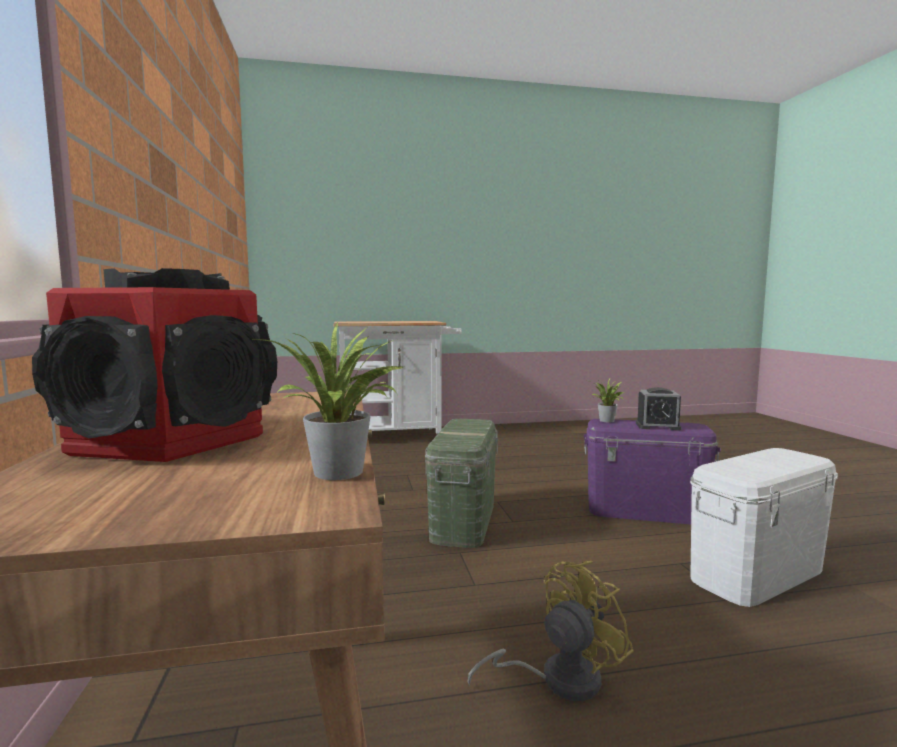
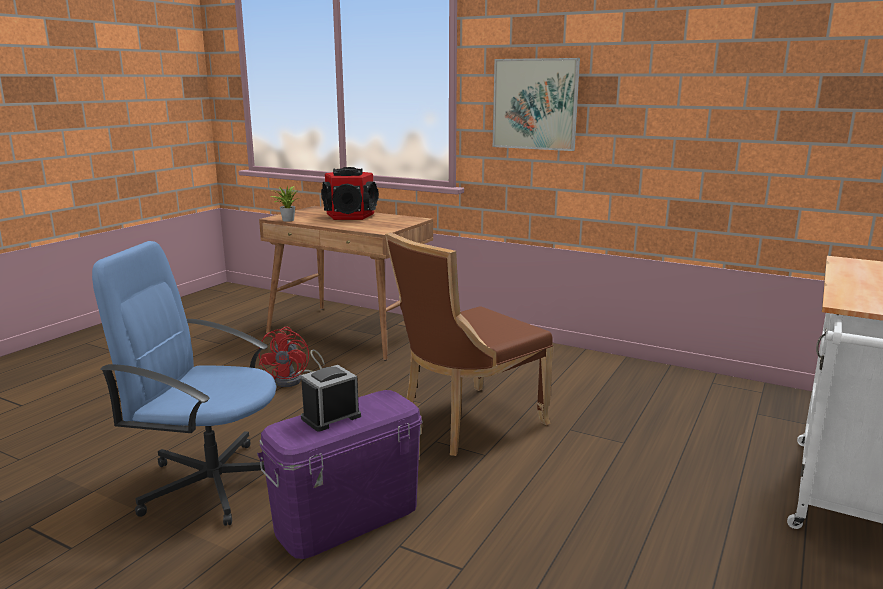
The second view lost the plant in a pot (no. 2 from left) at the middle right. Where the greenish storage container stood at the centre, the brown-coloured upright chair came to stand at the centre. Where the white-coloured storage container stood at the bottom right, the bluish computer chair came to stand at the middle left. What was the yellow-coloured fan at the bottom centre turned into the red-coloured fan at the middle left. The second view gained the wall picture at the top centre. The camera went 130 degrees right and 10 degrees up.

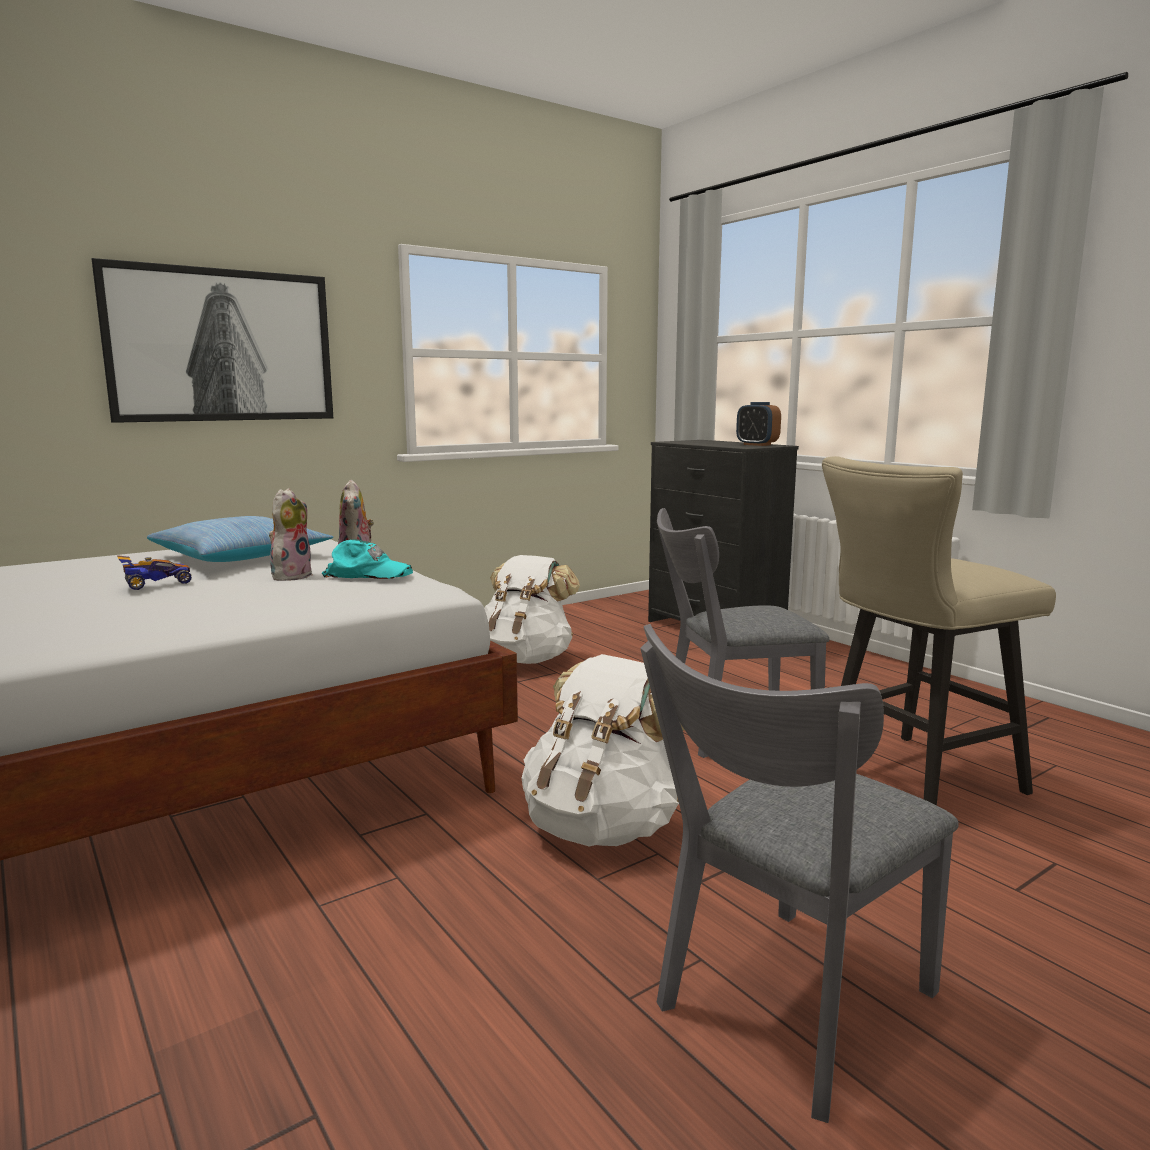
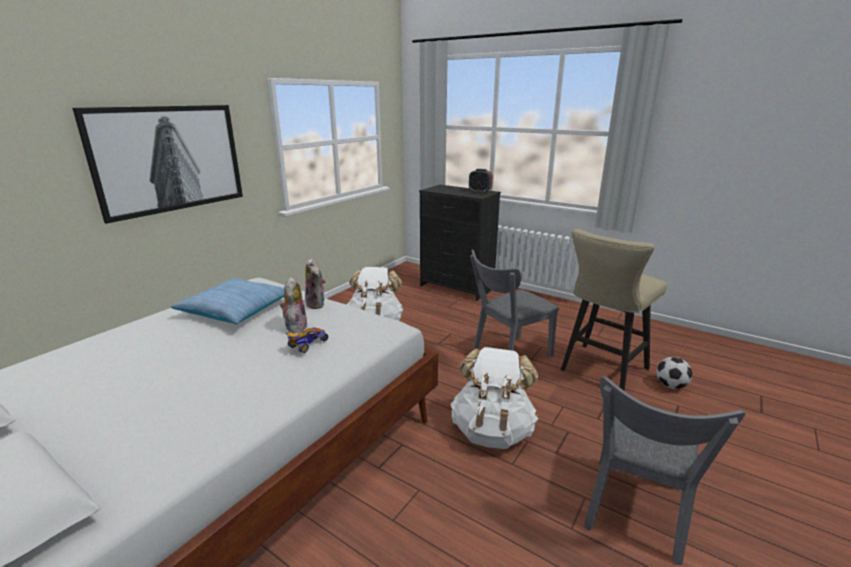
The second view lost the turquoise-coloured peaked cap at the middle left. The miniature car ended up elsewhere, having gone from the middle left to the centre. The second view gained the ball for football at the middle right. The camera went 20 degrees left and 10 degrees up.

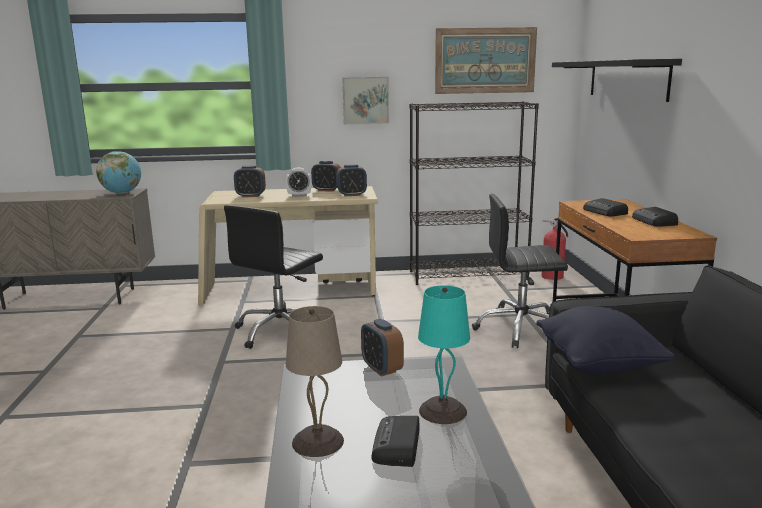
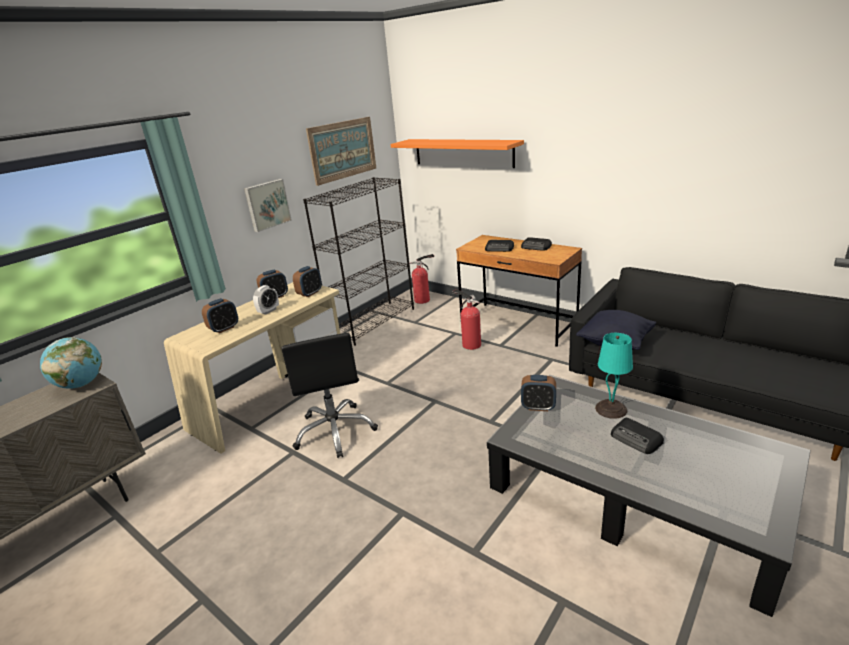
What was the black bracket shelf at the top right turned into the orangey bracket shelf at the top centre. Where the black computer chair (no. 2 from left) stood at the middle right, the fire-fighting cylinder (no. 2 from left) came to stand at the centre. The second view lost the beige lamp for a table at the bottom centre. The camera went 45 degrees left and 10 degrees up.

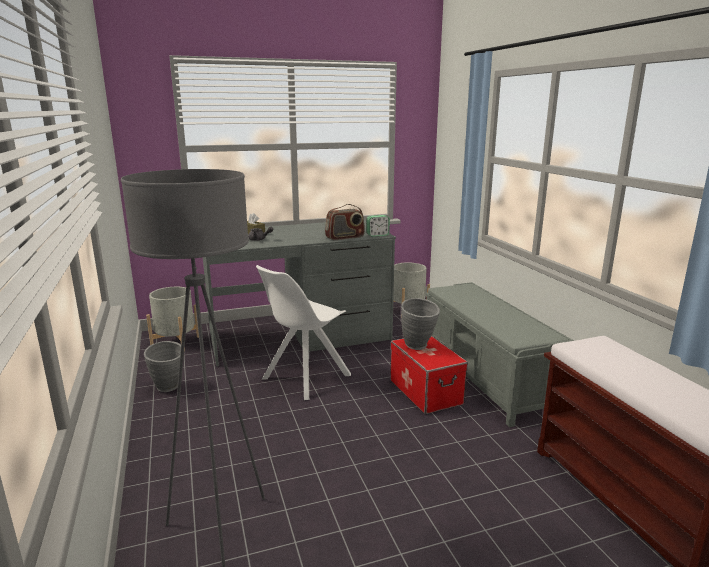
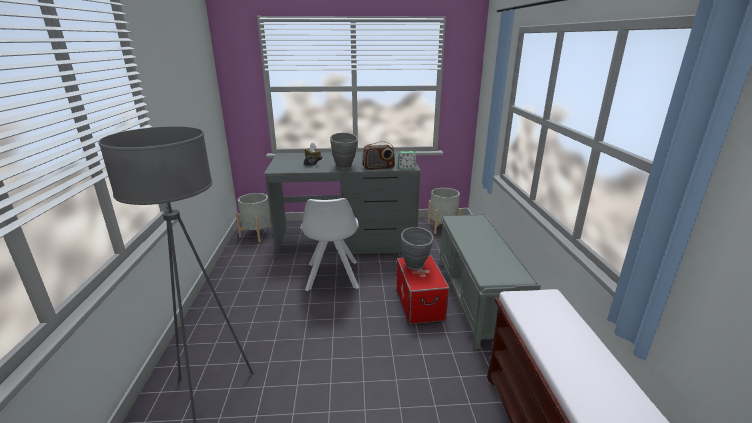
The white-coloured upright chair at the centre ended up facing another way, 60 degrees counterclockwise from before. The gray decorative vase (no. 1 from left) ended up elsewhere, having gone from the middle left to the centre. The camera went 15 degrees right and 5 degrees up.

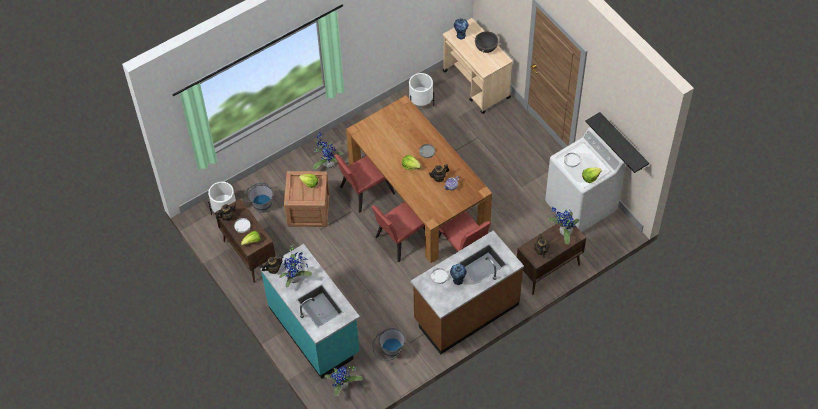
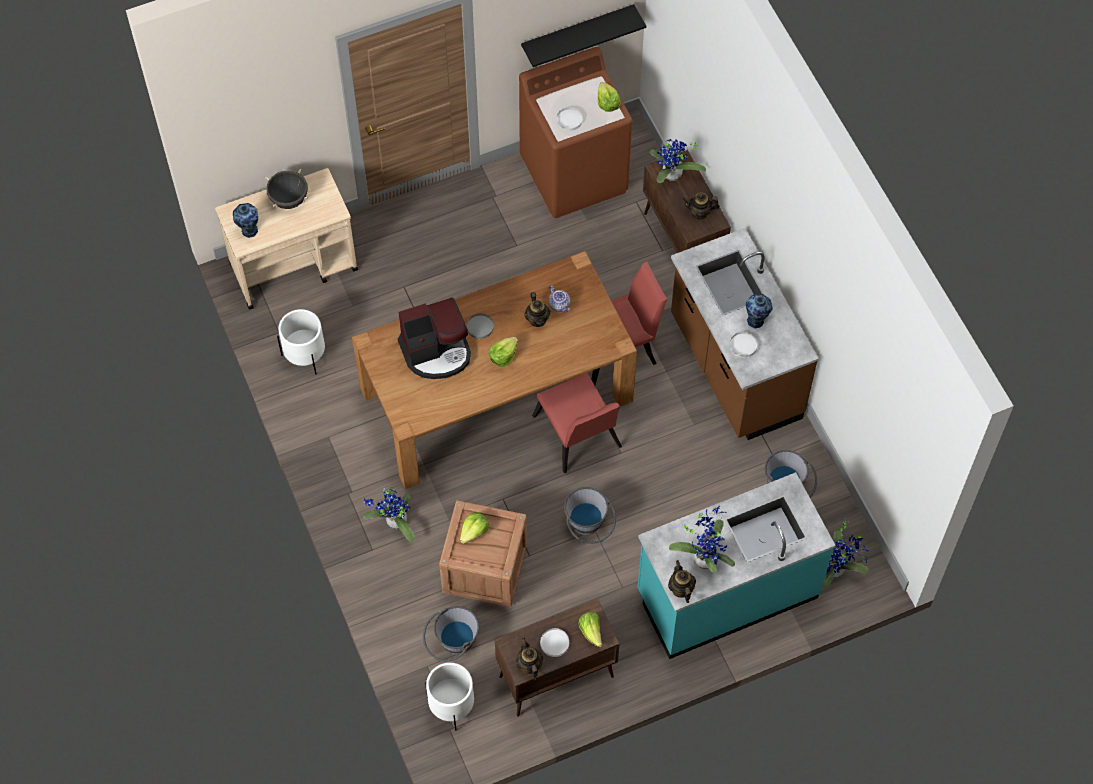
What was the white-coloured washing machine at the middle right turned into the brown-coloured washing machine at the top centre. The second view lost the red-coloured upright chair (no. 1 from left) at the centre. The second view gained the coffee brewer at the centre. The second view gained the gray water bucket (no. 2 from left) at the centre. The camera went 80 degrees left and 5 degrees up.

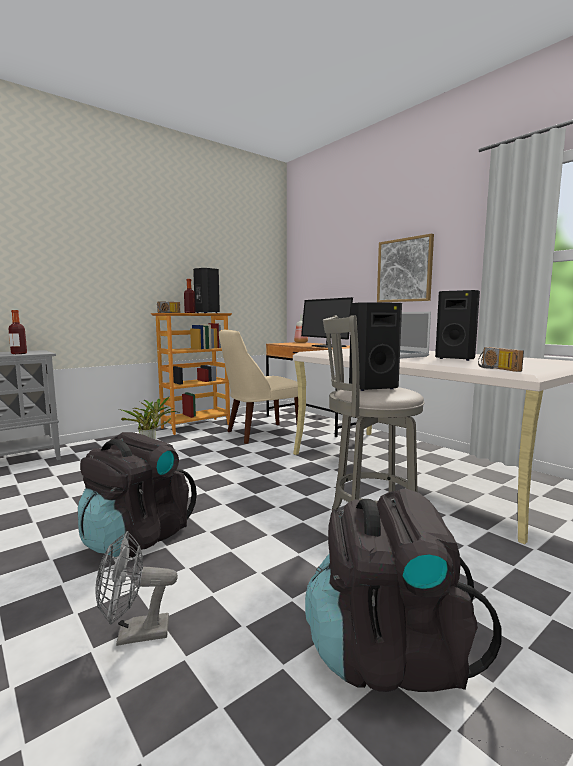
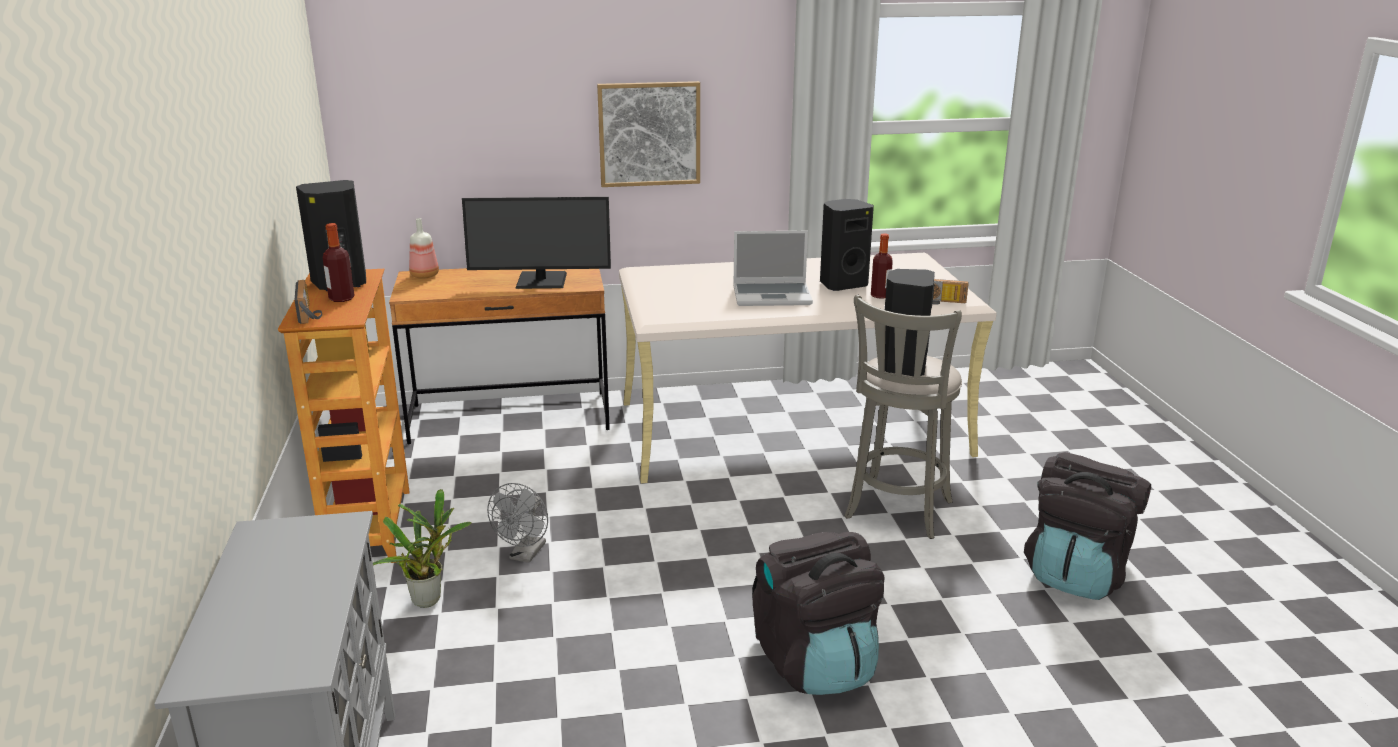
The drink bottle (no. 1 from left in the first image) ended up elsewhere, having gone from the middle left to the centre. The second view lost the beige upright chair at the centre. The gray fan ended up elsewhere, having gone from the bottom left to the bottom centre. The camera went 60 degrees left and 15 degrees up.

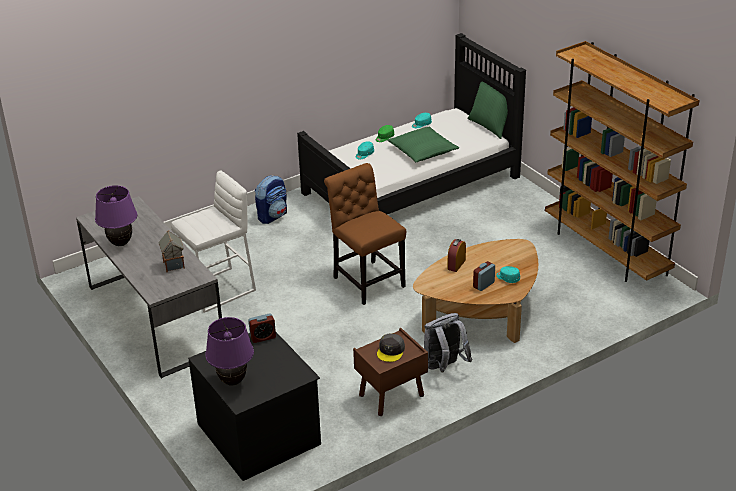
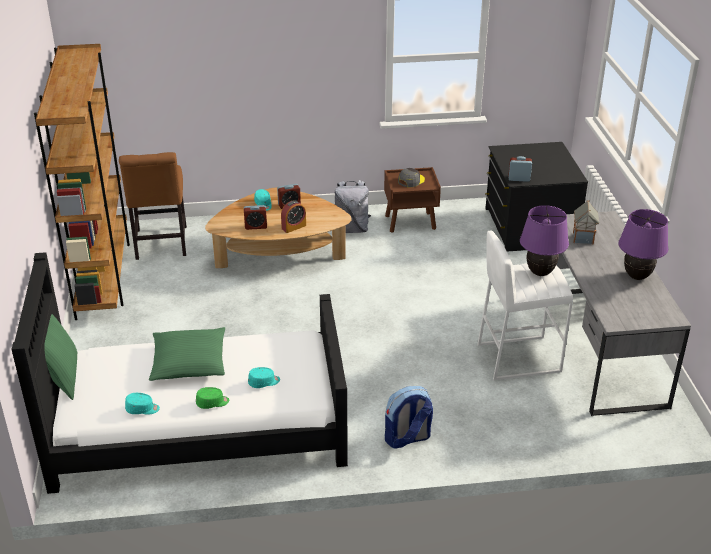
The brown-coloured upright chair ended up elsewhere, having gone from the centre to the middle left. The purplish lamp for a table (no. 2 from left in the first image) ended up elsewhere, having gone from the bottom left to the middle right. The second view gained the alarm clock (no. 1 from left) at the centre. The camera went 155 degrees left and 0 degrees up.

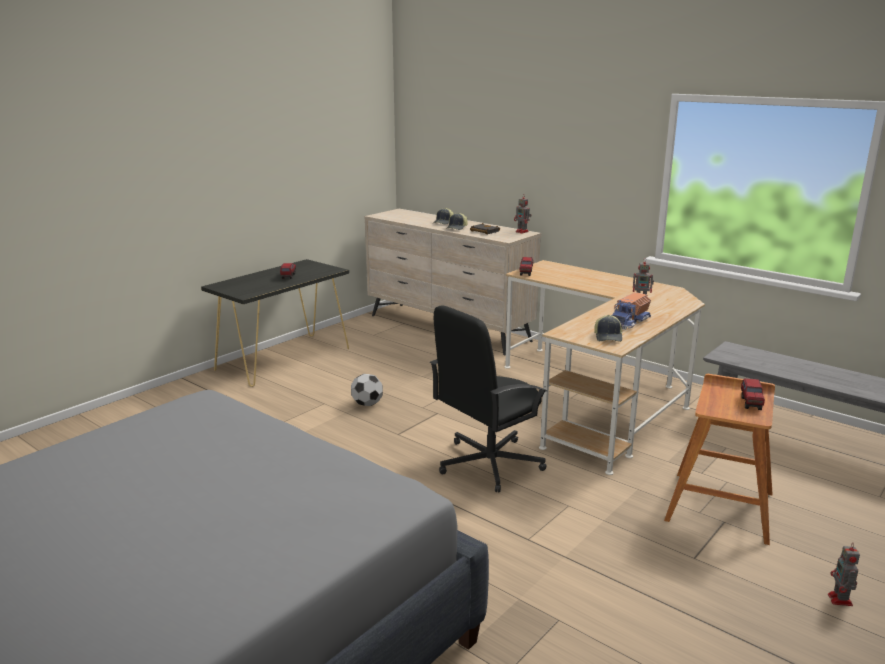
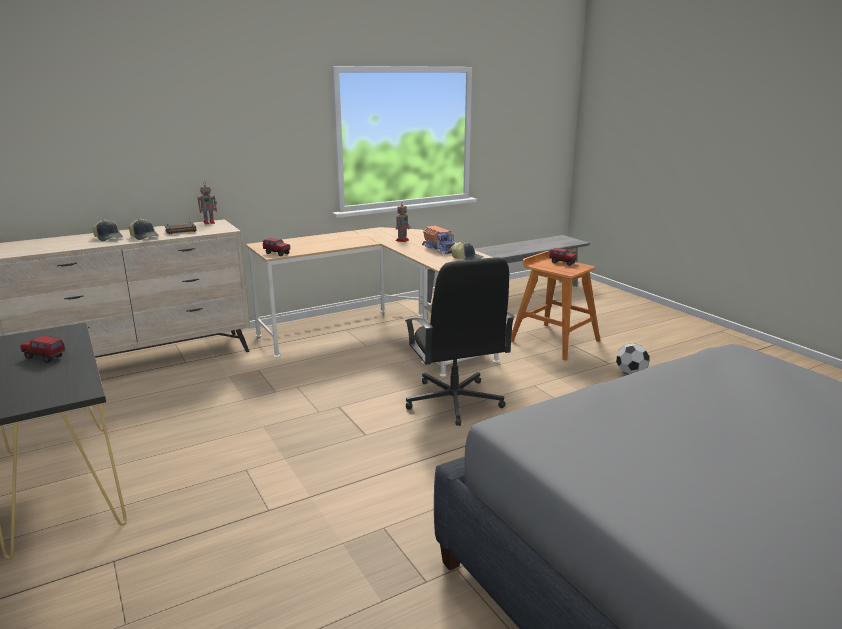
The ball for football ended up elsewhere, having gone from the centre to the middle right. The second view lost the model robot (no. 3 from left) at the bottom right. The camera went 70 degrees left and 0 degrees up.

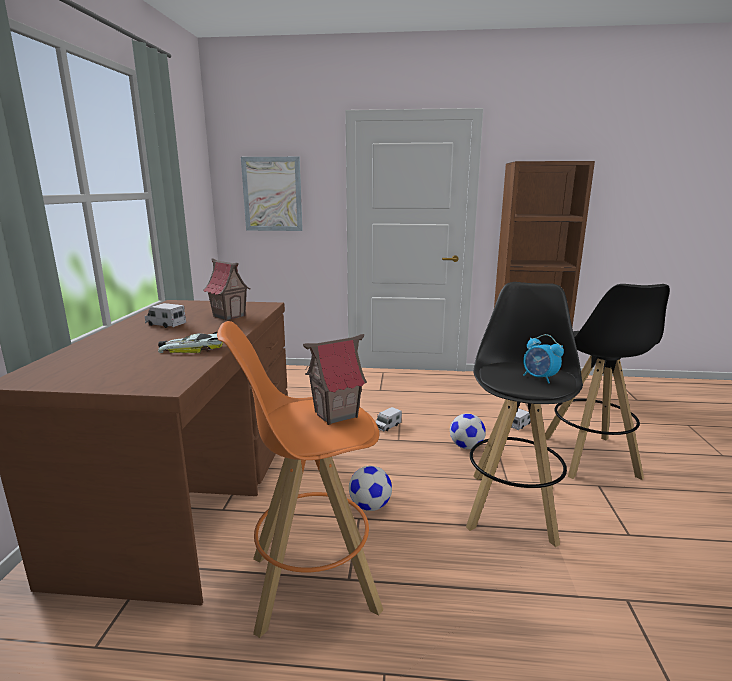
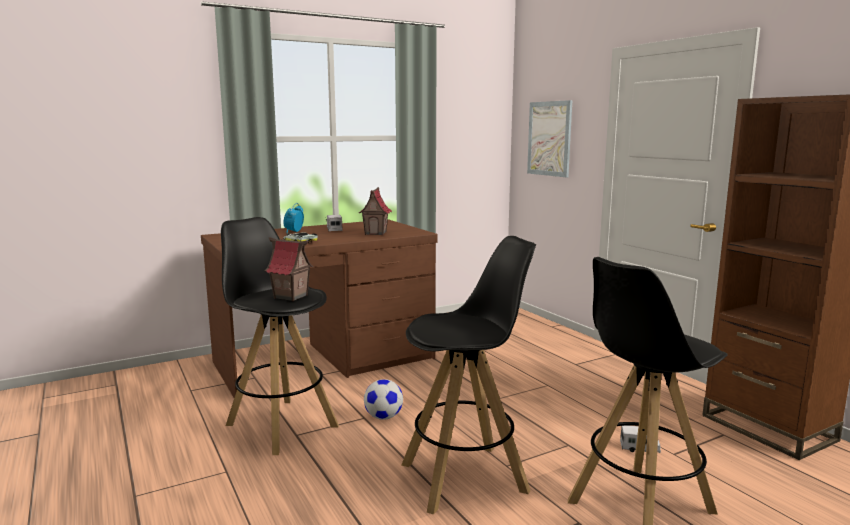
What was the orangey stool seat at the bottom centre turned into the black stool seat (no. 1 from left) at the middle left. The alarm clock ended up elsewhere, having gone from the middle right to the centre. The second view lost the toy truck (no. 2 from left) at the centre. The second view lost the ball for football (no. 2 from left) at the centre. The camera went 55 degrees right and 5 degrees down.

